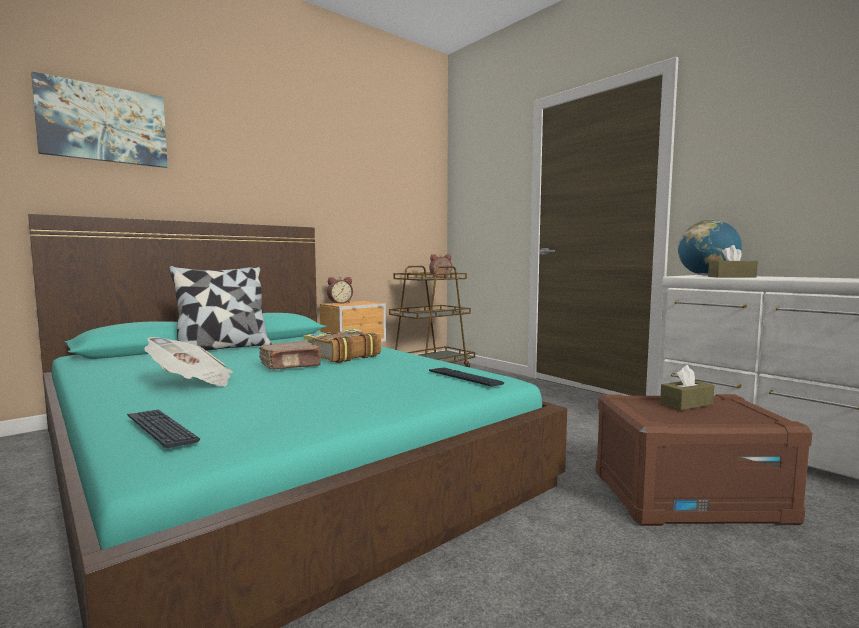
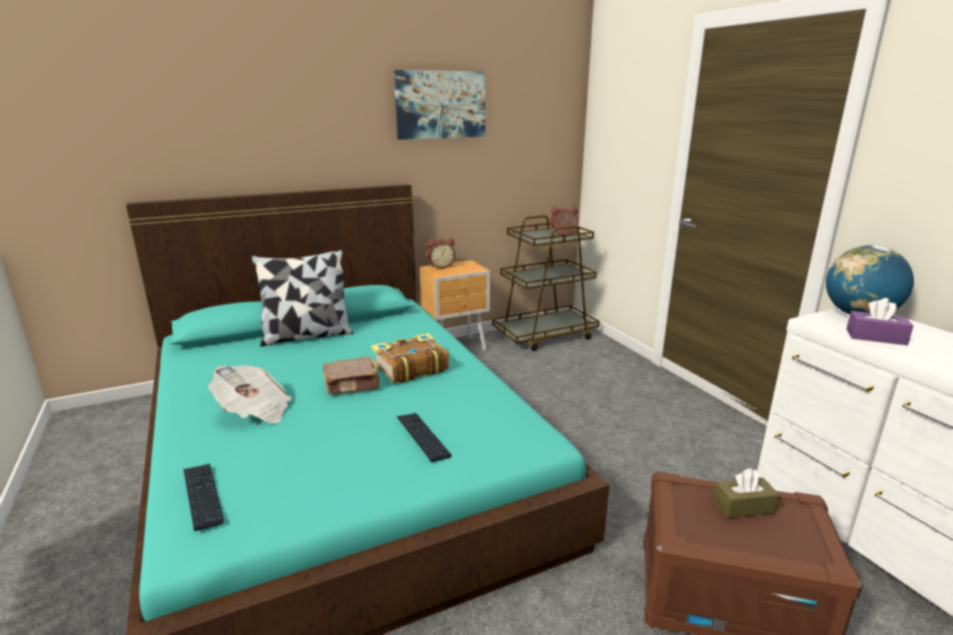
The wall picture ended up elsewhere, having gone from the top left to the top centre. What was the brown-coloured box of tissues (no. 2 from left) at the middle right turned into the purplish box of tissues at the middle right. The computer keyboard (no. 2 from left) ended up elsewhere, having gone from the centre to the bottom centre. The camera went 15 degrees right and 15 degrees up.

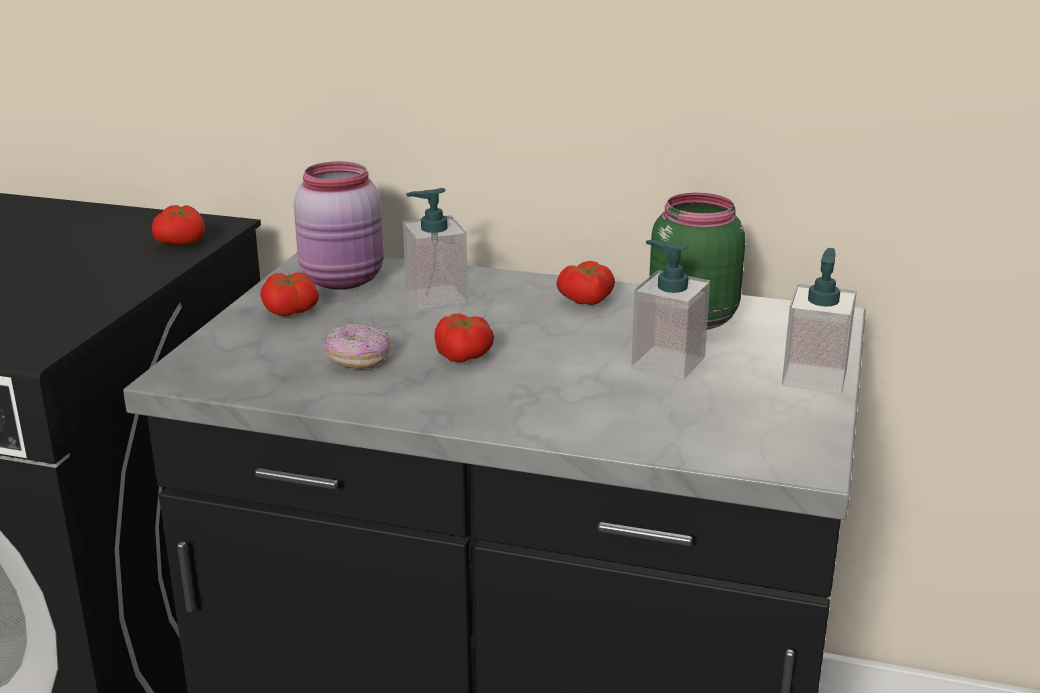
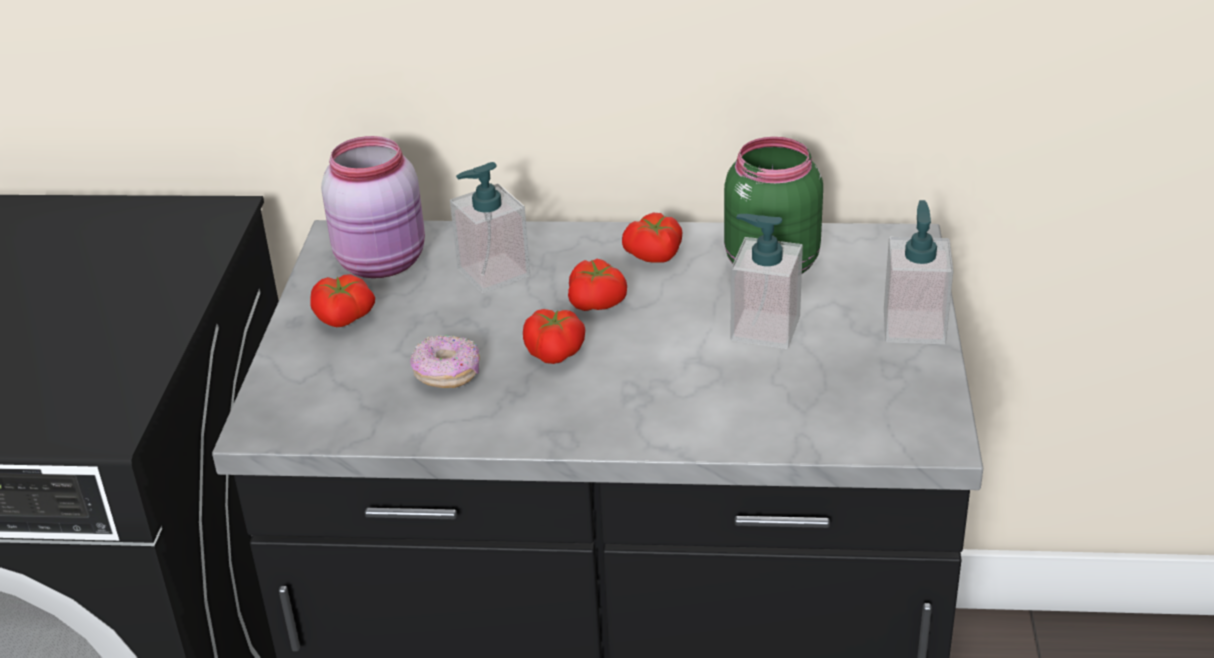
The fresh tomato (no. 1 from left in the first image) ended up elsewhere, having gone from the top left to the centre. The camera went 10 degrees left and 10 degrees up.

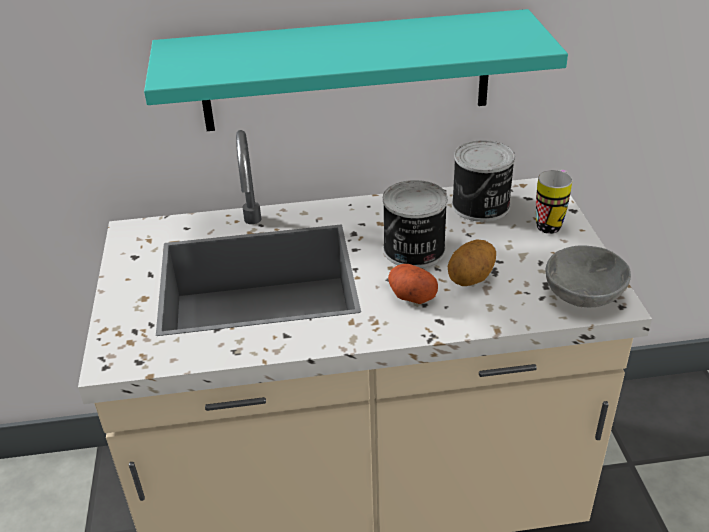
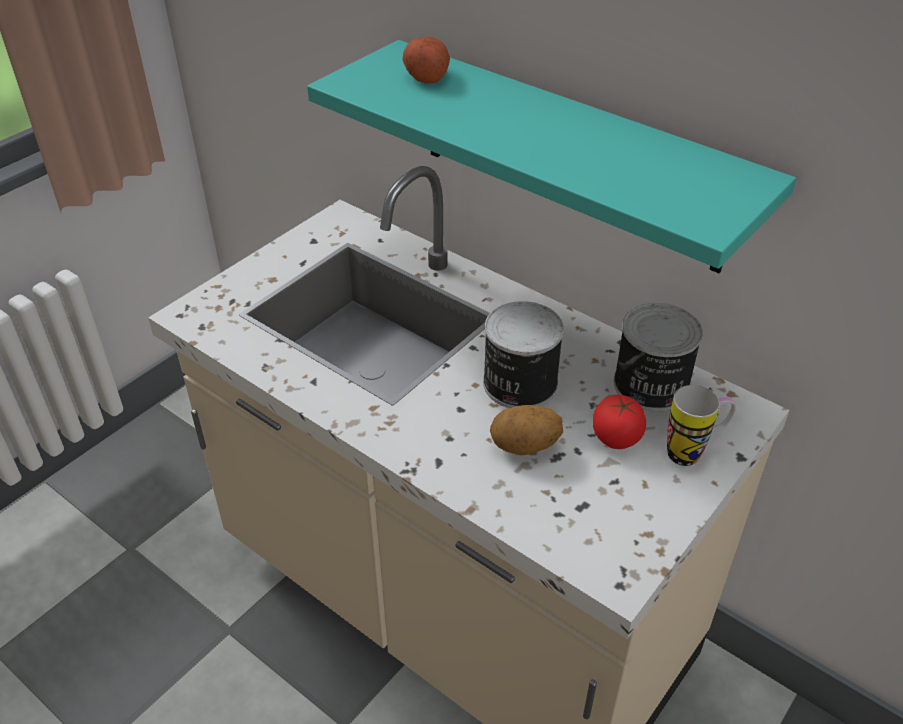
The second view lost the gray bowl at the middle right. The whole potato (no. 1 from left) ended up elsewhere, having gone from the centre to the top centre. The second view gained the fresh tomato at the middle right. The camera went 45 degrees right and 5 degrees up.

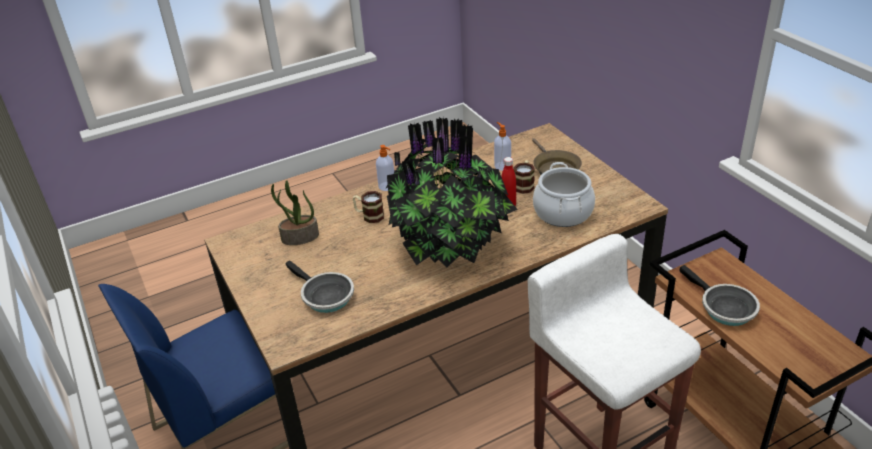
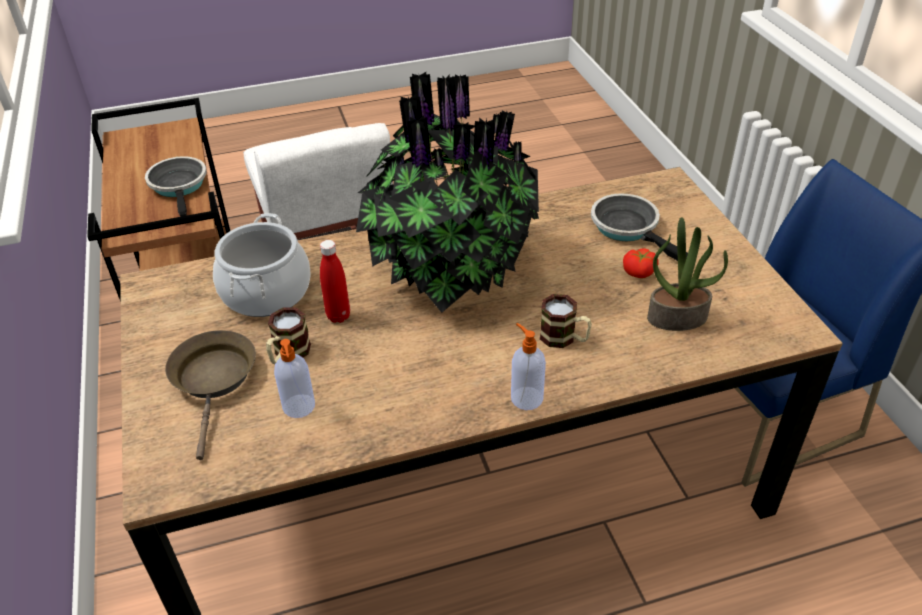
The second view gained the fresh tomato at the middle right. The camera went 170 degrees left and 5 degrees up.

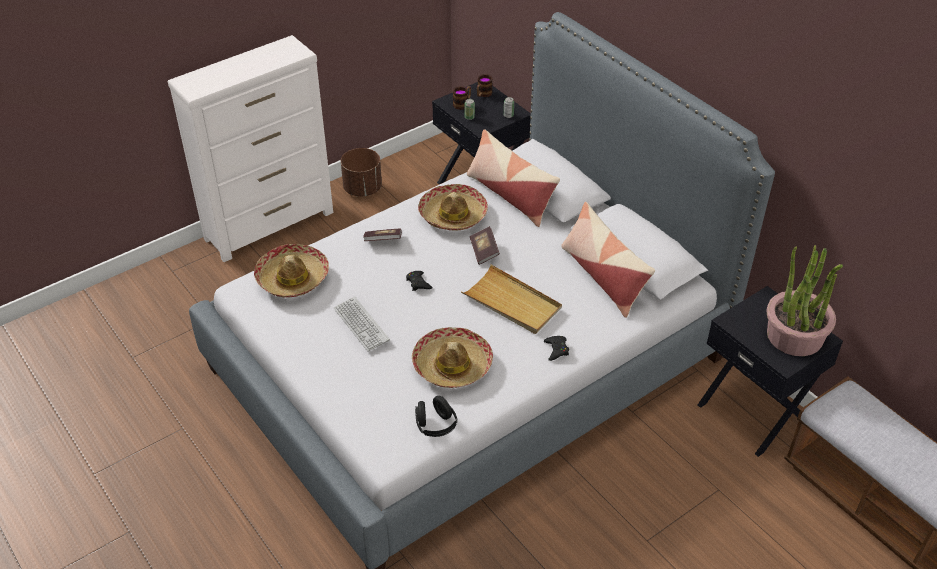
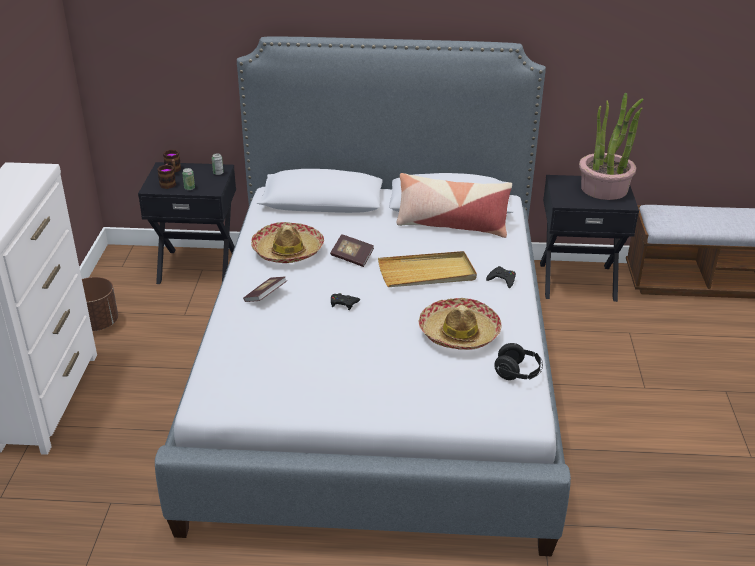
The second view lost the pillow (no. 1 from left) at the top centre. The second view lost the clothing hat (no. 1 from left) at the middle left. The second view lost the computer keyboard at the centre. The camera went 50 degrees left and 10 degrees down.

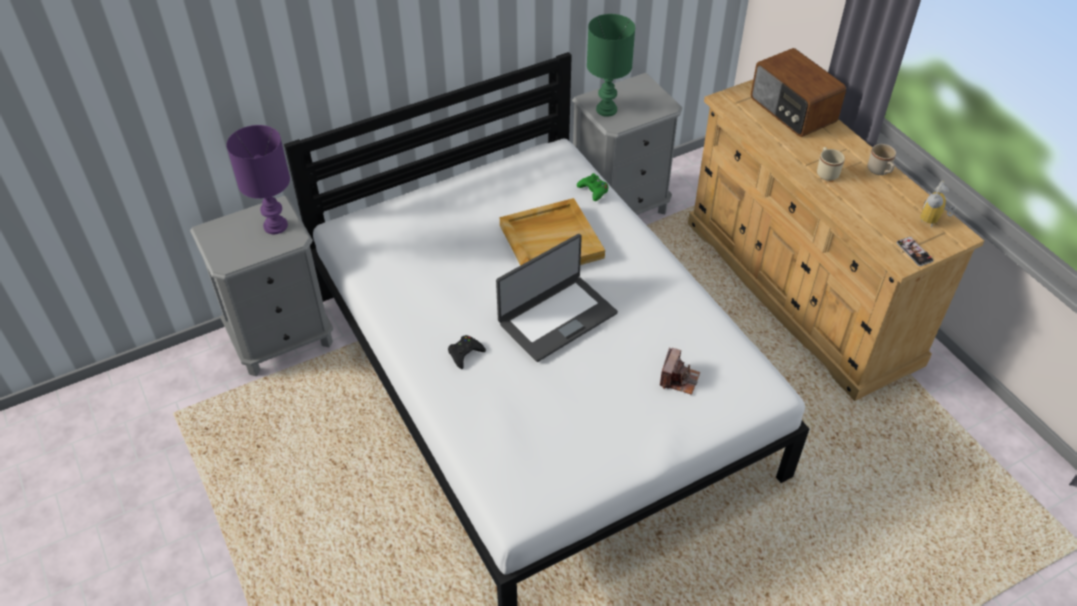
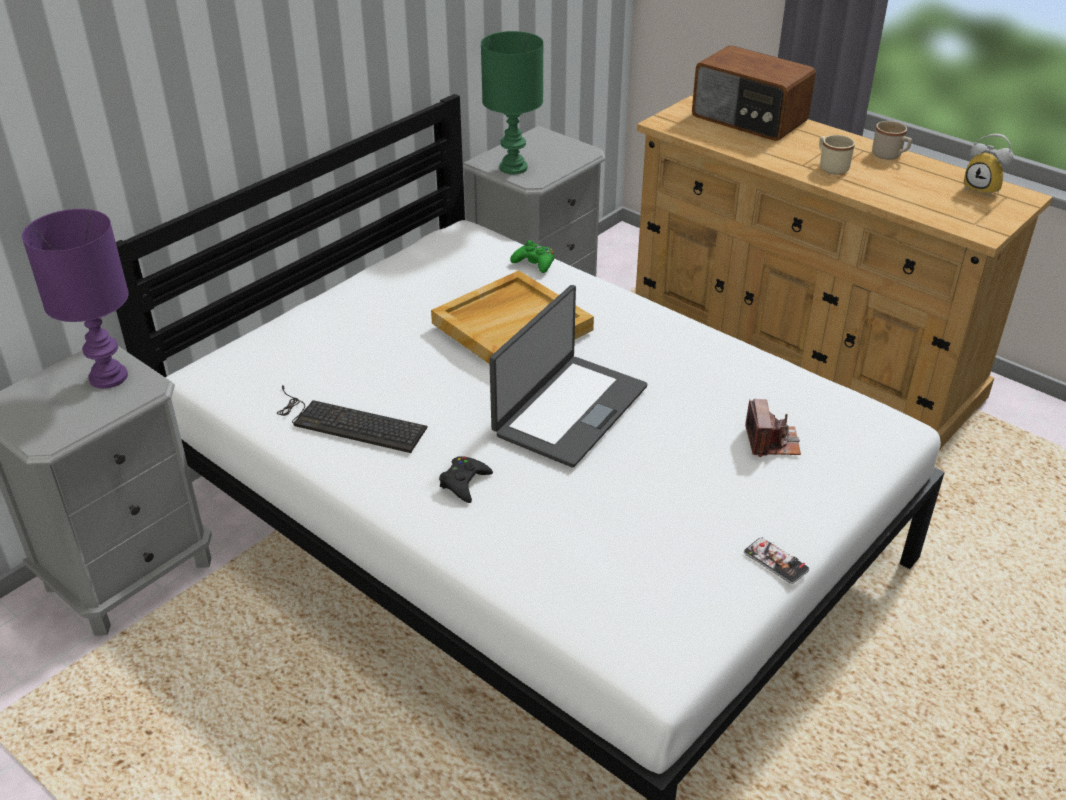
The alarm clock at the middle right ended up facing another way, 60 degrees counterclockwise from before. The telephone ended up elsewhere, having gone from the middle right to the bottom right. The second view gained the computer keyboard at the middle left. The camera went 20 degrees left and 10 degrees down.

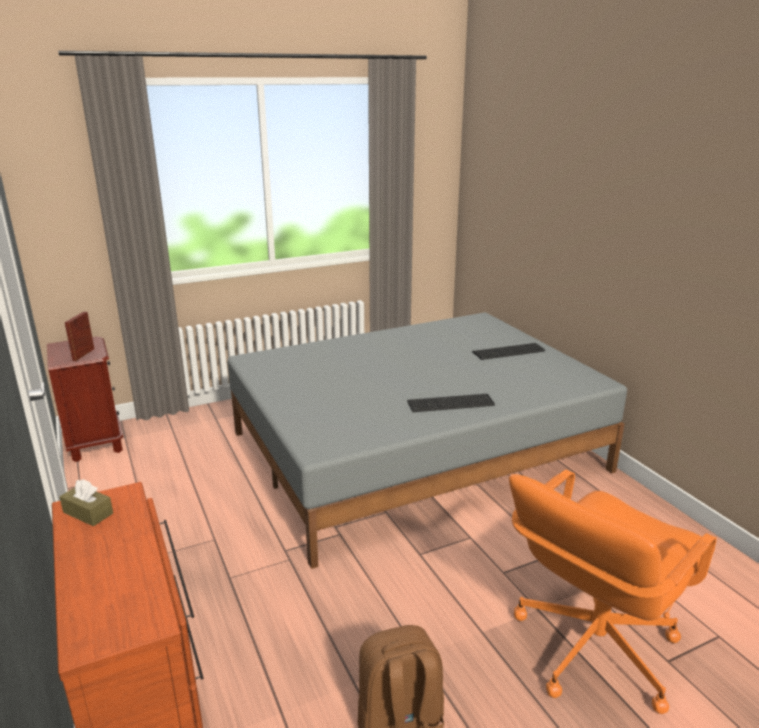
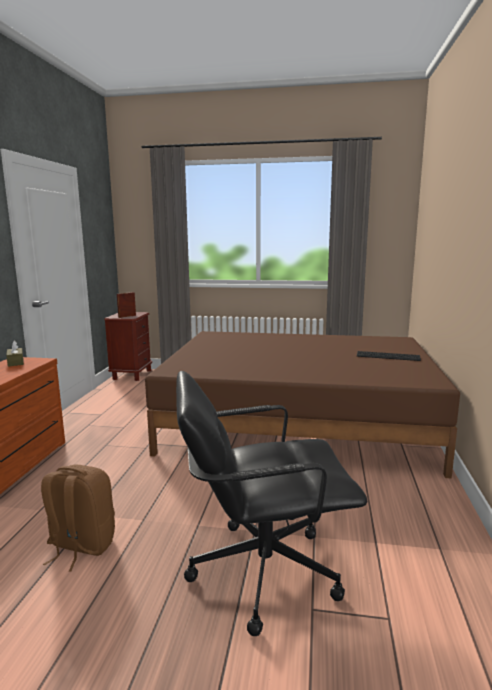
What was the gray bedroom bed at the centre turned into the brown-coloured bedroom bed at the centre. The second view lost the computer keyboard (no. 1 from left) at the centre. What was the orangey computer chair at the bottom right turned into the black computer chair at the bottom centre. The camera went 35 degrees right and 10 degrees down.

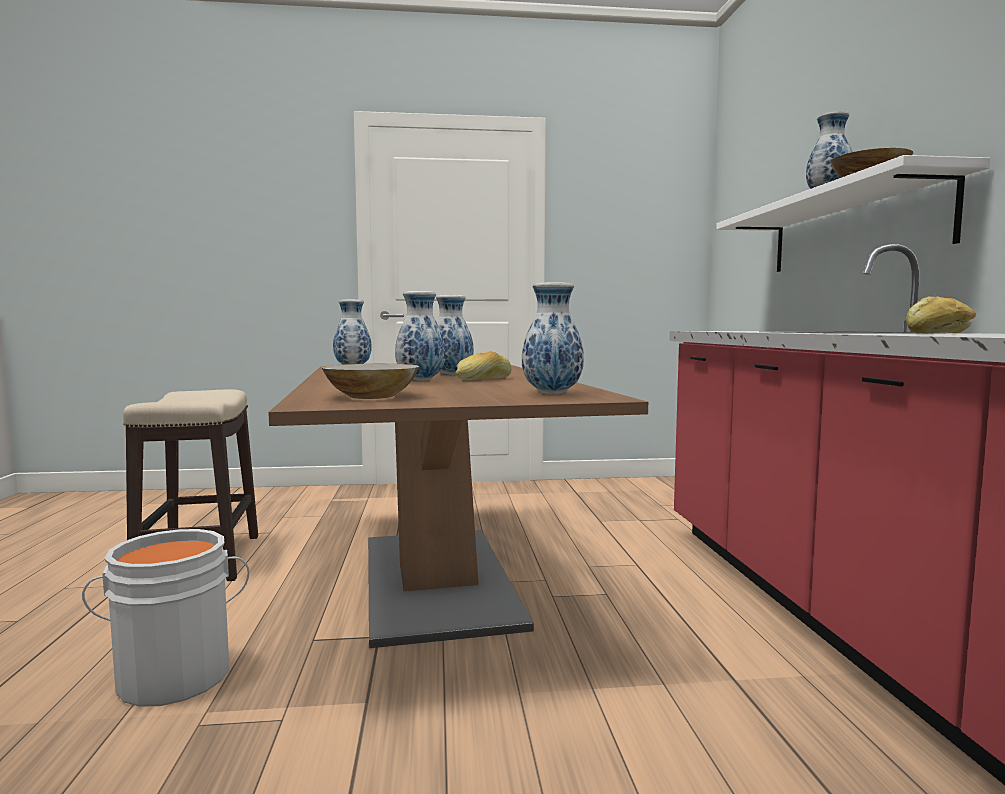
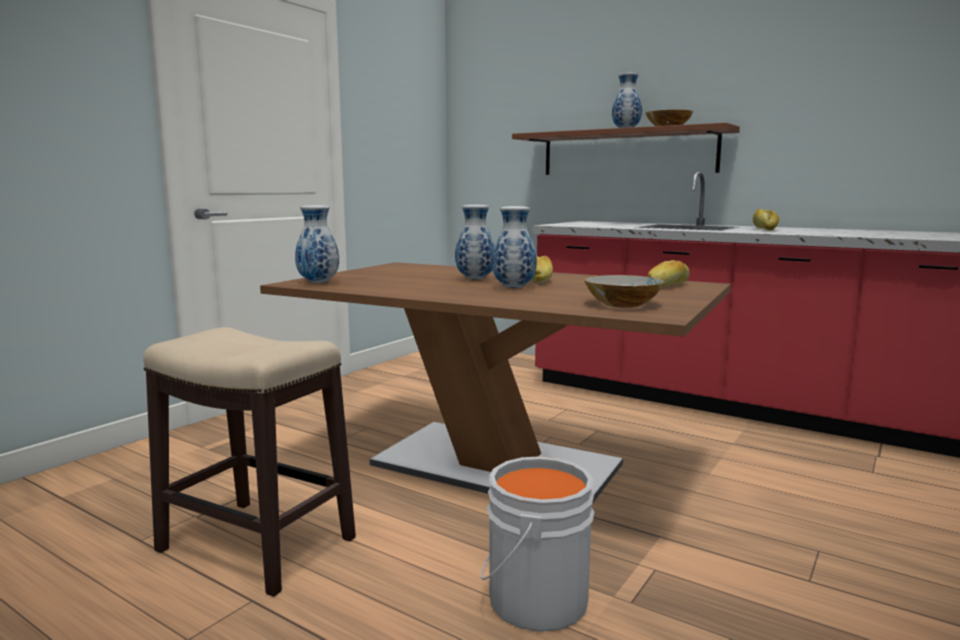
What was the white-coloured bracket shelf at the top right turned into the brown-coloured bracket shelf at the top centre. Where the decorative vase (no. 4 from left) stood at the centre, the bakery bread (no. 2 from left) came to stand at the middle right. The camera went 50 degrees left and 5 degrees up.

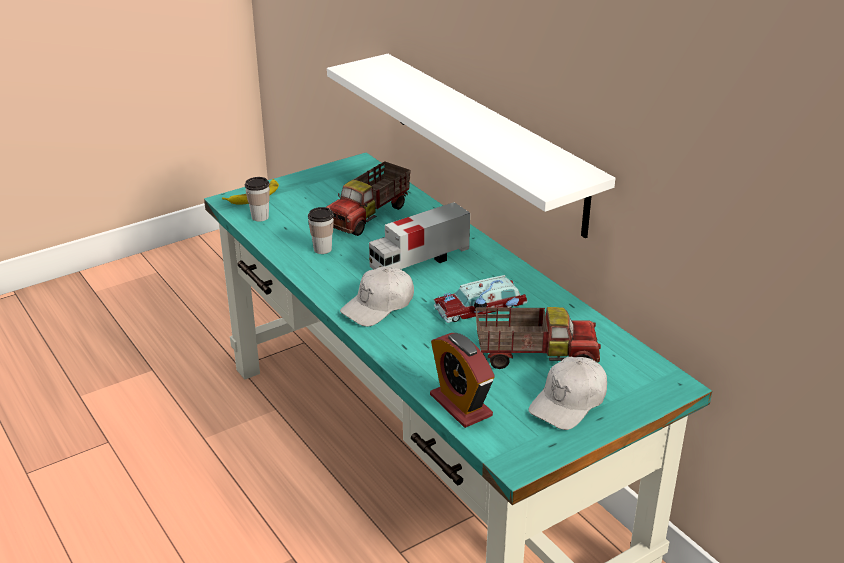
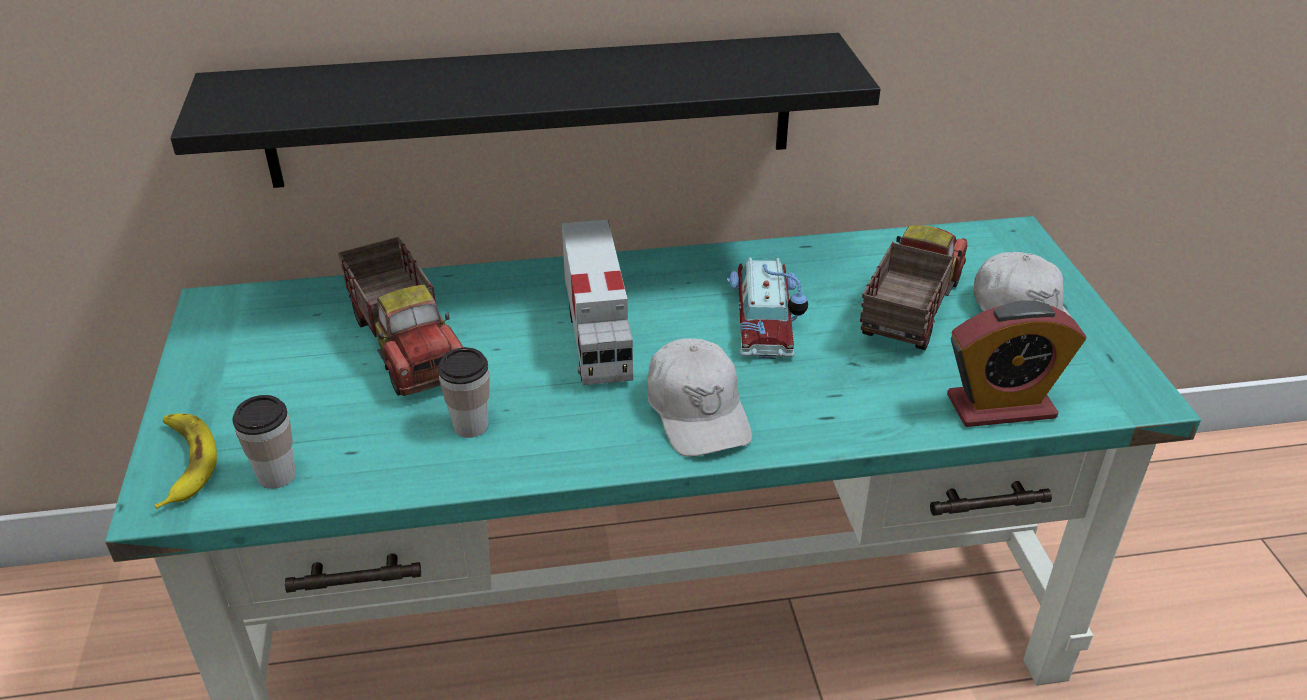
What was the white-coloured bracket shelf at the top centre turned into the black bracket shelf at the top centre. The camera went 65 degrees left and 5 degrees up.

